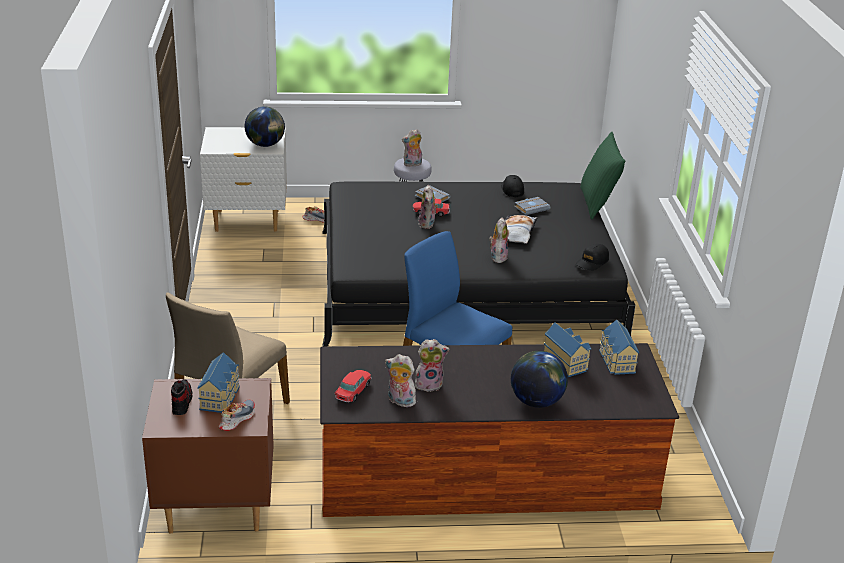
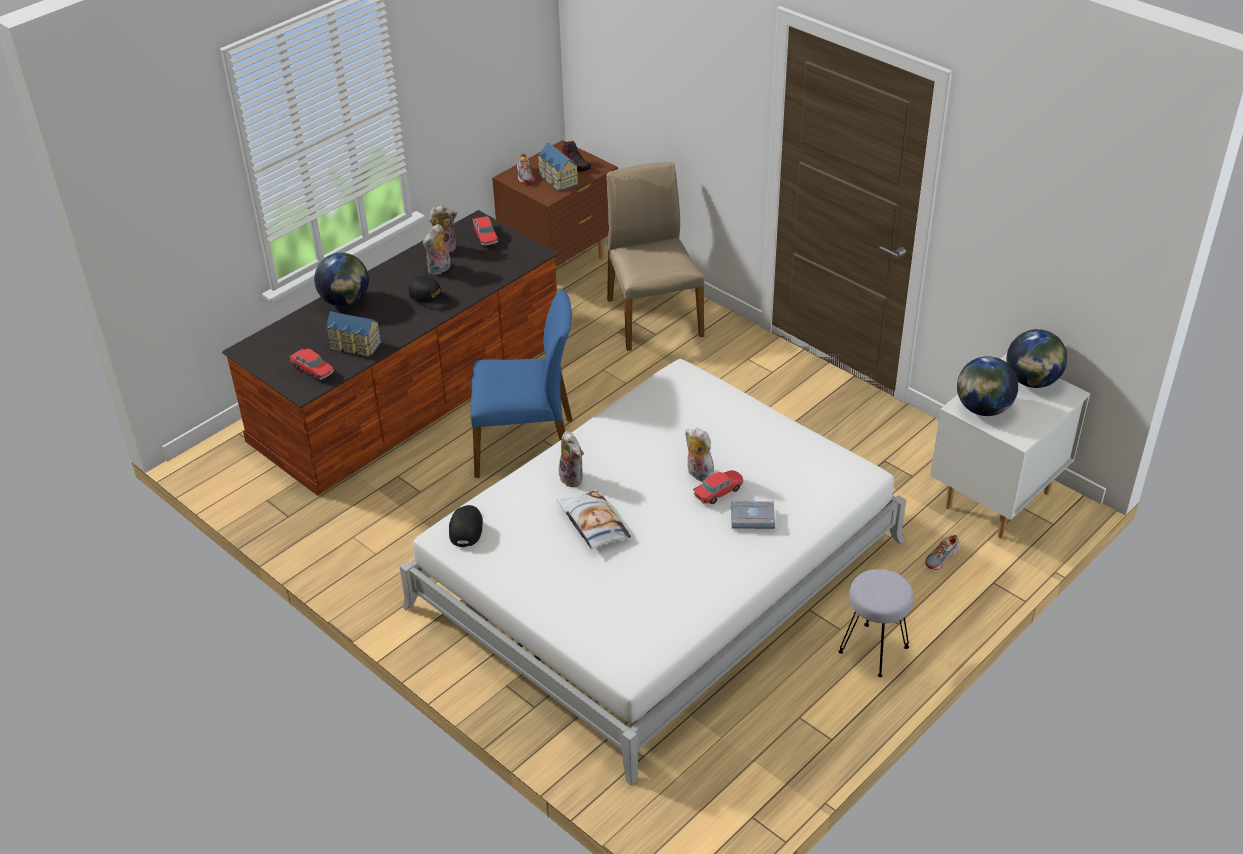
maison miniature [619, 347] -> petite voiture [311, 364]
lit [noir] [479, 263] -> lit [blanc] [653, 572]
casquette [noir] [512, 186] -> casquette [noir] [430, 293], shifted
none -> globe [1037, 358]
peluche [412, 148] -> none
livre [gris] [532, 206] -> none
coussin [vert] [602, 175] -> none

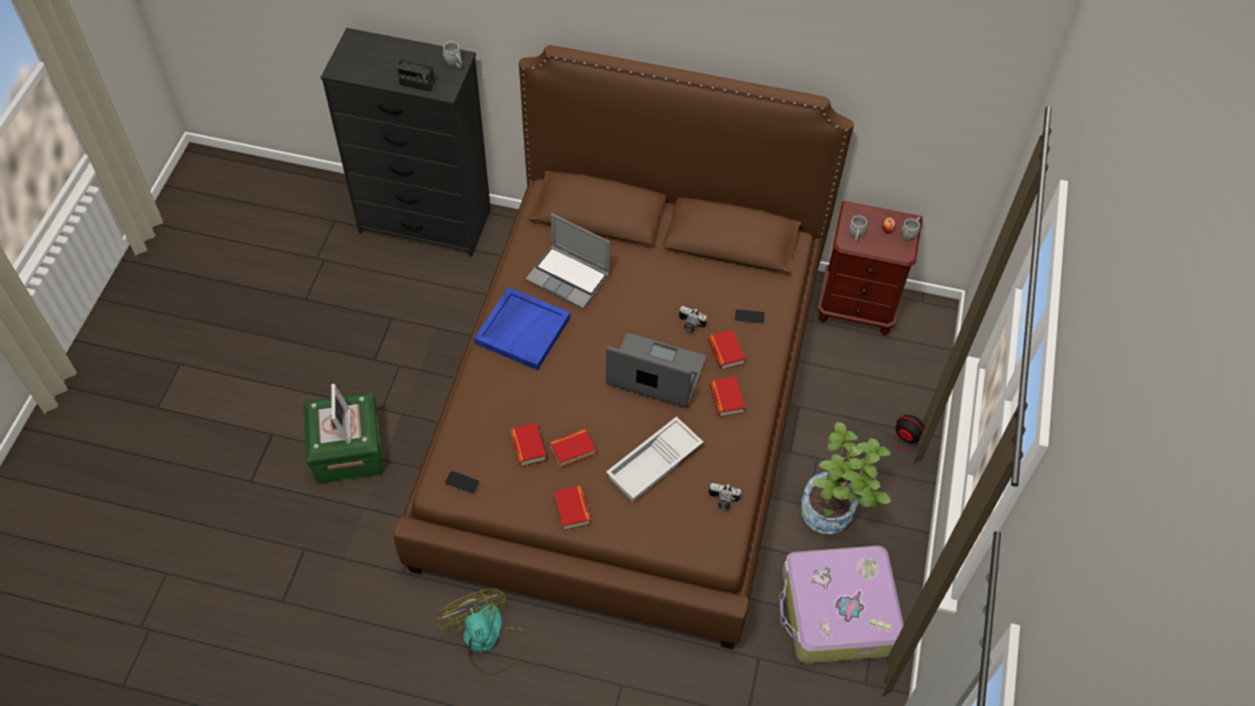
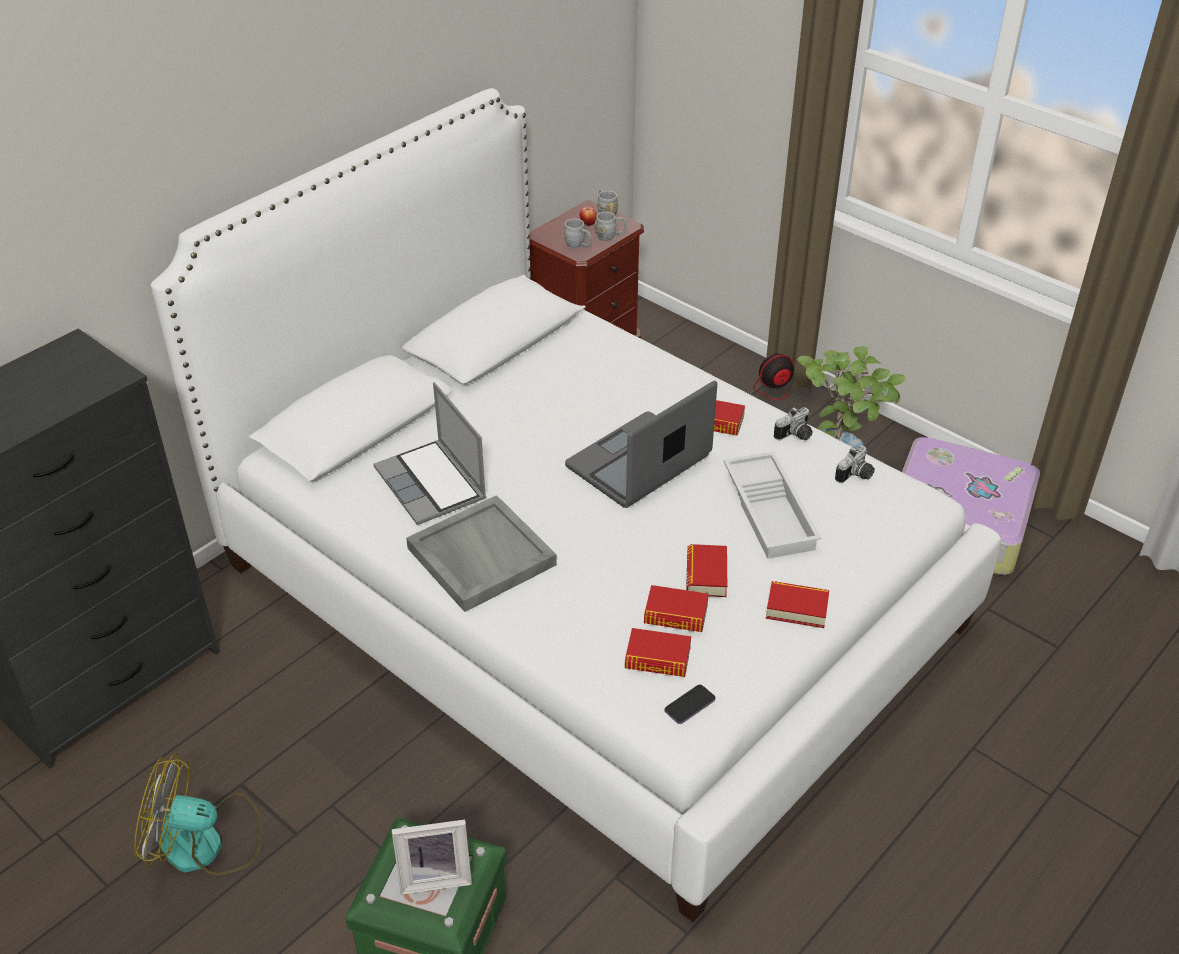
ventilateur [484, 632] -> ventilateur [198, 814], shifted
lit [marron] [624, 347] -> lit [blanc] [576, 505]
ordinateur portable [567, 261] -> ordinateur portable [429, 453], 90 degrees clockwise
cadre photo [340, 414] -> cadre photo [432, 857], 150 degrees clockwise
plateau [bleu] [522, 328] -> plateau [gris] [481, 553]
mug [gris] [452, 54] -> mug [gris] [611, 226], shifted
livre [726, 350] -> livre [658, 652], shifted
appareil photo [693, 319] -> appareil photo [793, 423], shifted
radio [416, 72] -> none
téléphone [750, 316] -> none

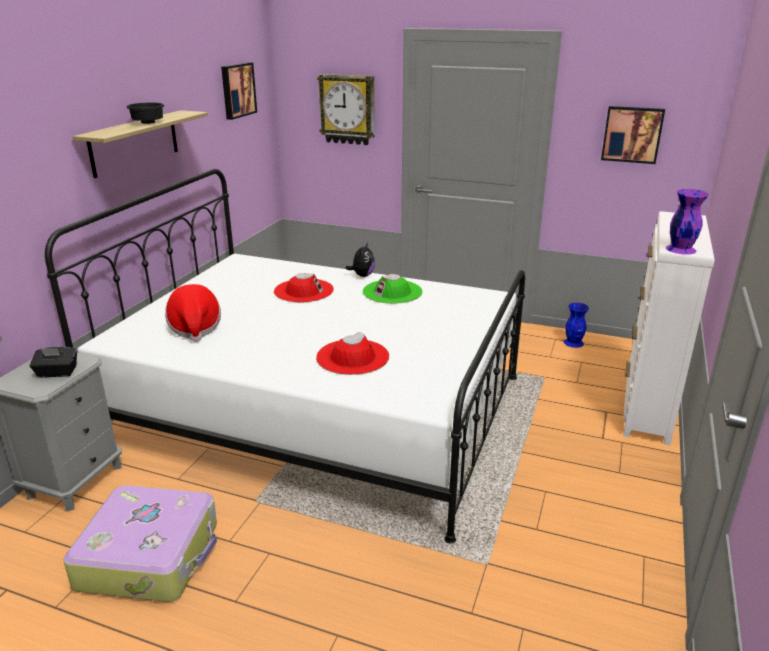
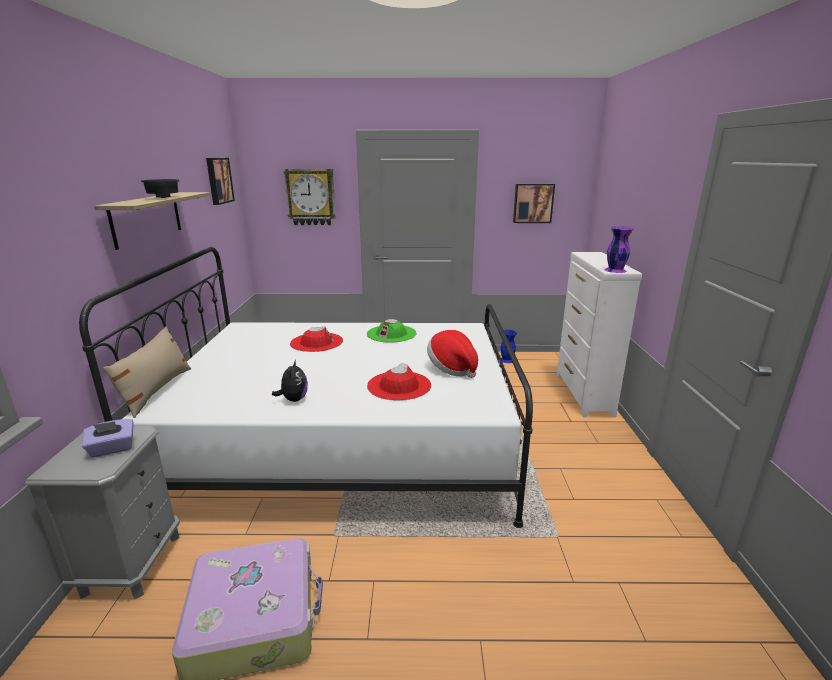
boîte à mouchoirs [noir] [53, 362] -> boîte à mouchoirs [violet] [107, 438]
none -> coussin [beige] [147, 372]
peluche [360, 259] -> peluche [290, 381], shifted
chapeau [193, 313] -> chapeau [452, 354], shifted

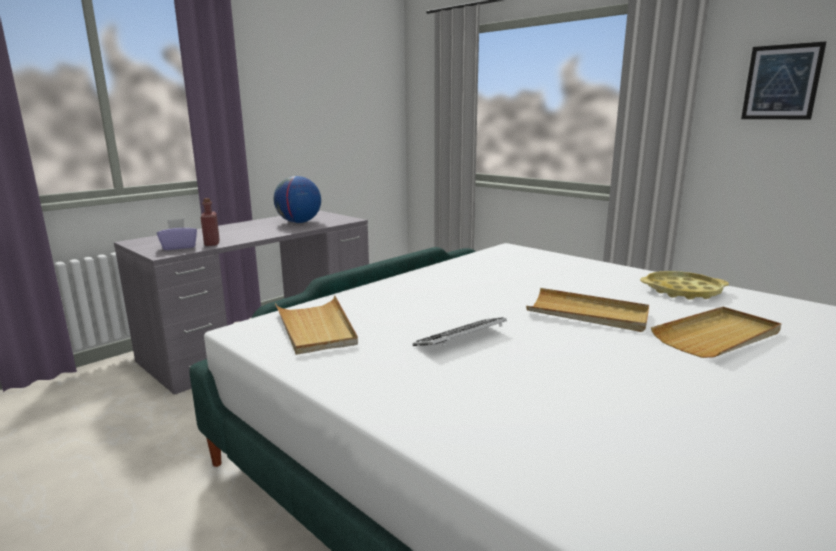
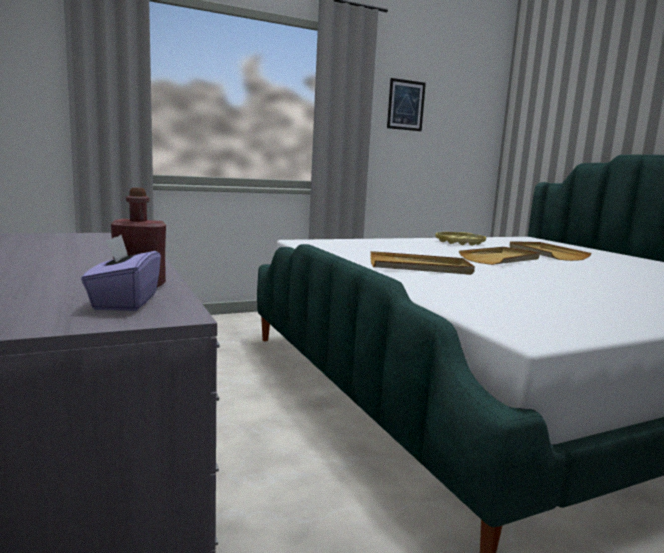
plateau [beige] [316, 325] -> plateau [beige] [422, 263], shifted
globe [297, 199] -> none
clavier [460, 331] -> none

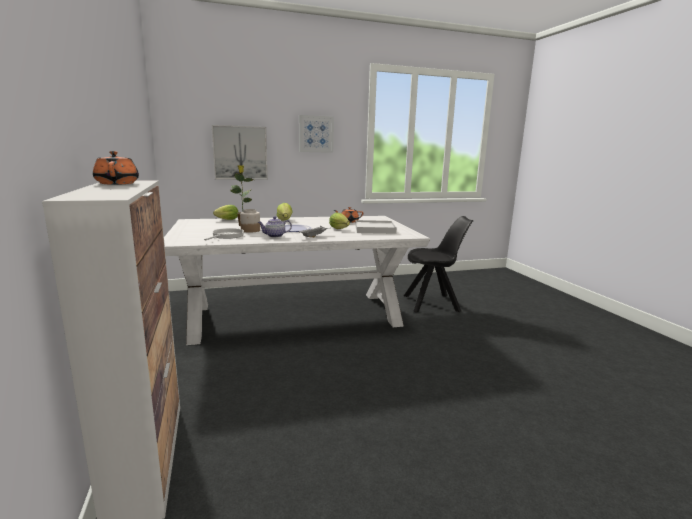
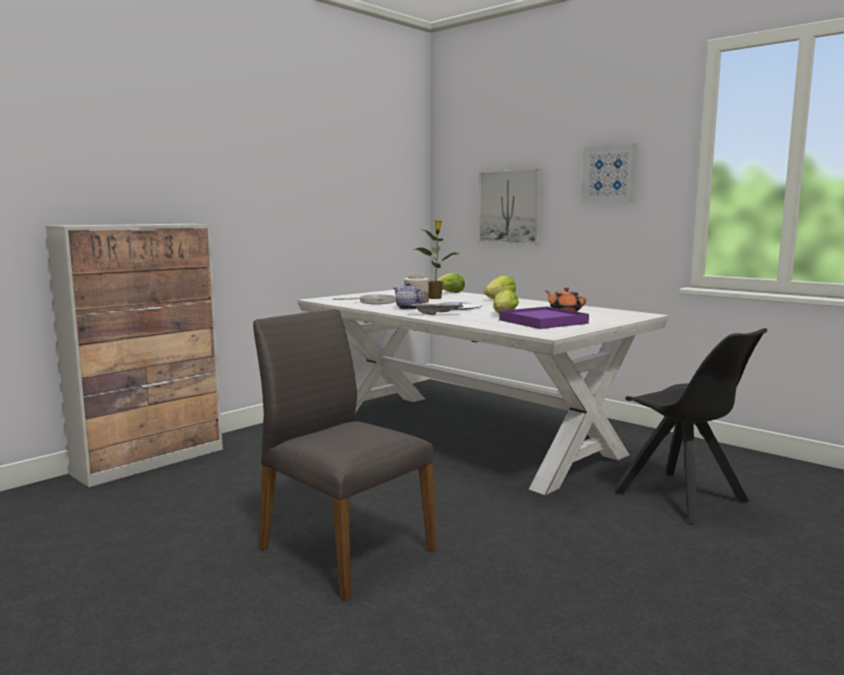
none -> chaise [gris] [345, 455]
plateau [blanc] [376, 227] -> plateau [violet] [544, 318]
théière [orange] [116, 168] -> none

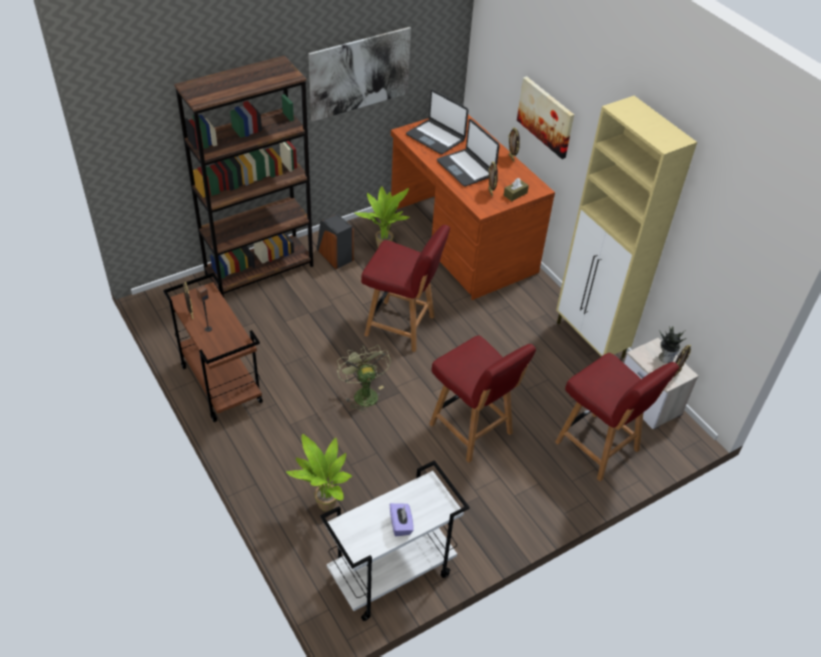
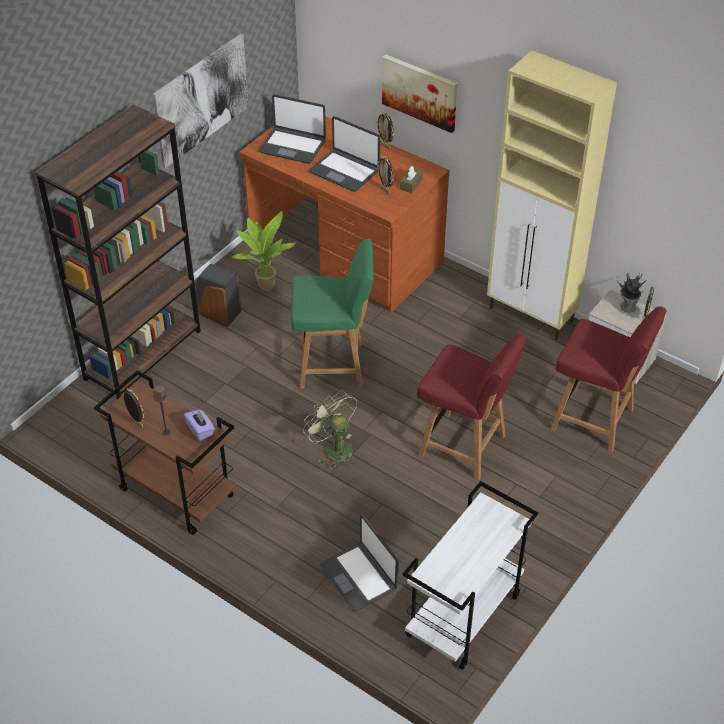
boîte à mouchoirs [violet] [402, 519] -> boîte à mouchoirs [violet] [199, 425], shifted
chaise [rouge] [405, 288] -> chaise [vert] [332, 313]
plante en pot [319, 472] -> ordinateur portable [359, 563]

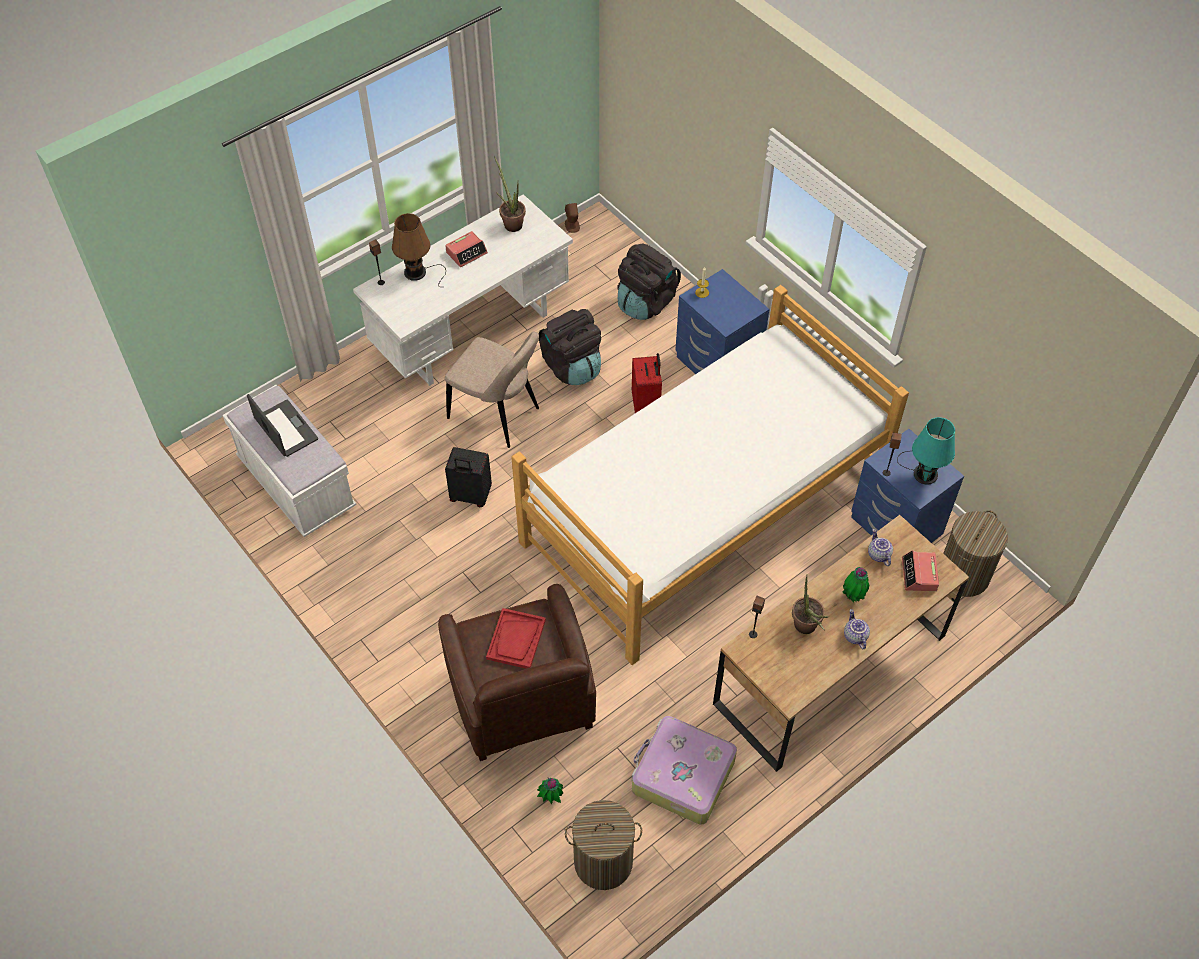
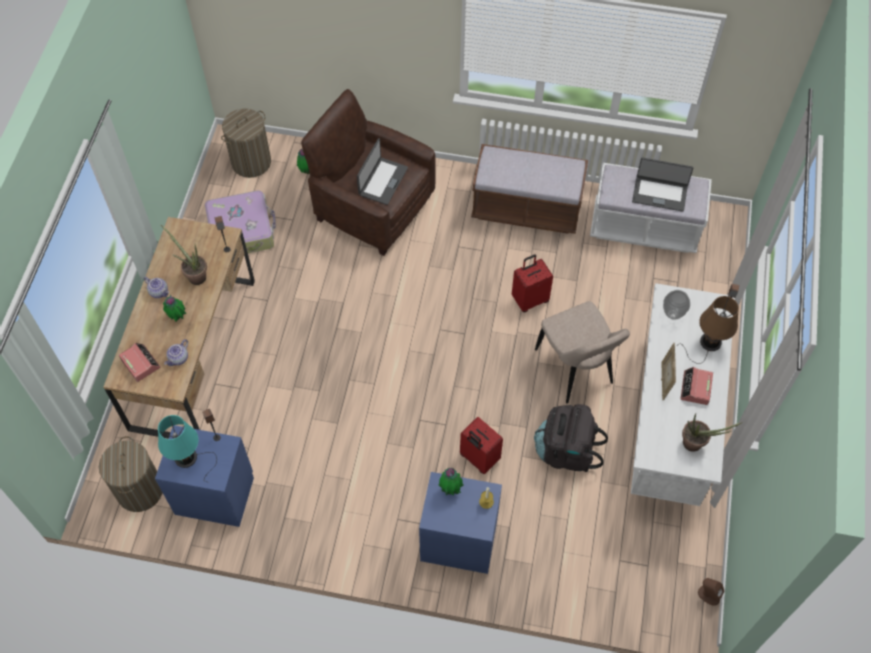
théière [880, 547] -> théière [176, 352], 90 degrees clockwise
plateau [rouge] [516, 638] -> ordinateur portable [382, 171]
none -> plante en pot [451, 481]
none -> banc [marron] [529, 189]
valise [noir] [468, 477] -> valise [rouge] [532, 283]
chaise [beige] [492, 390] -> chaise [beige] [582, 352], 105 degrees counterclockwise
none -> cadre photo [668, 372]
none -> vase [676, 304]
lit [710, 475] -> none
sac à dos [noir] [649, 281] -> none

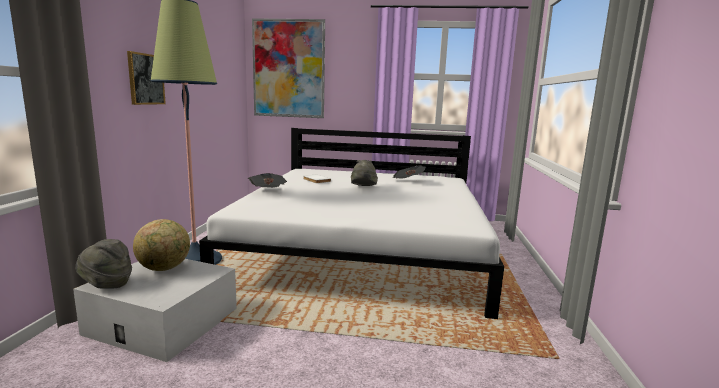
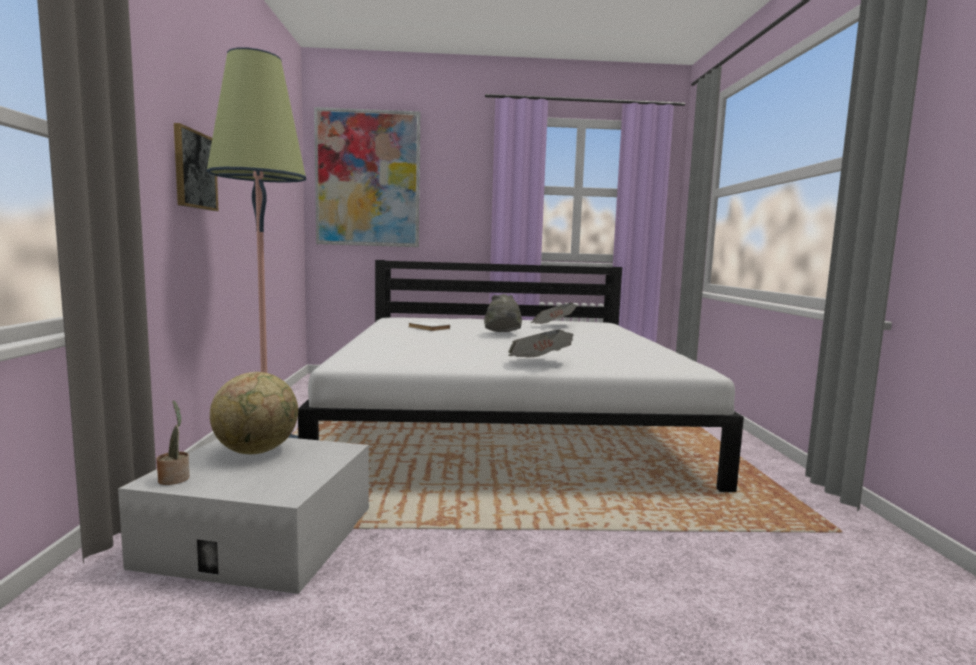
chapeau [gris] [103, 263] -> plante en pot [172, 442]
journal [267, 180] -> journal [541, 344], shifted

